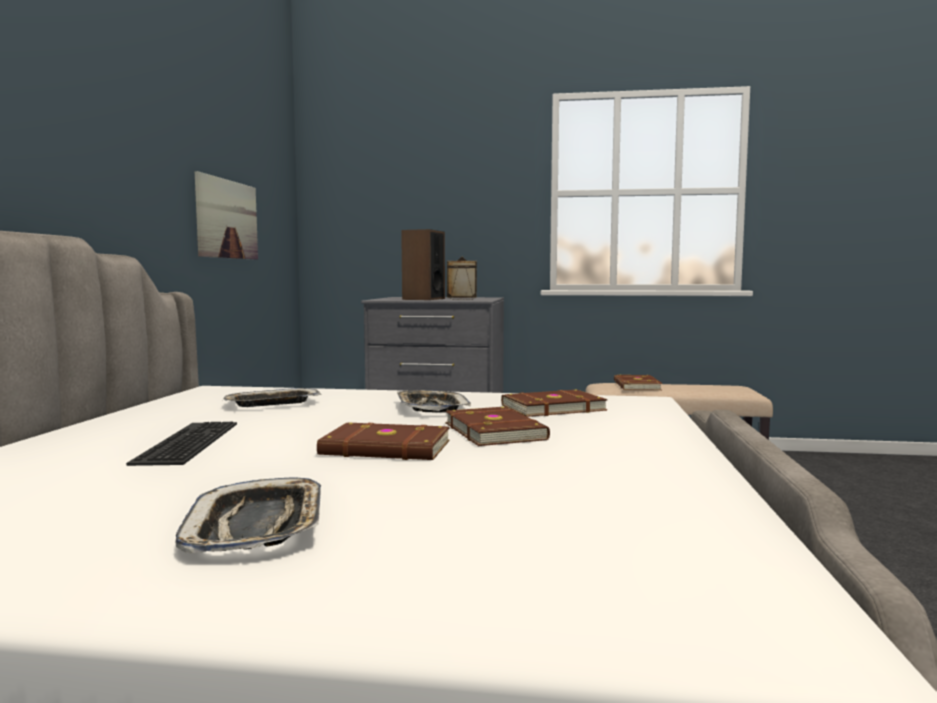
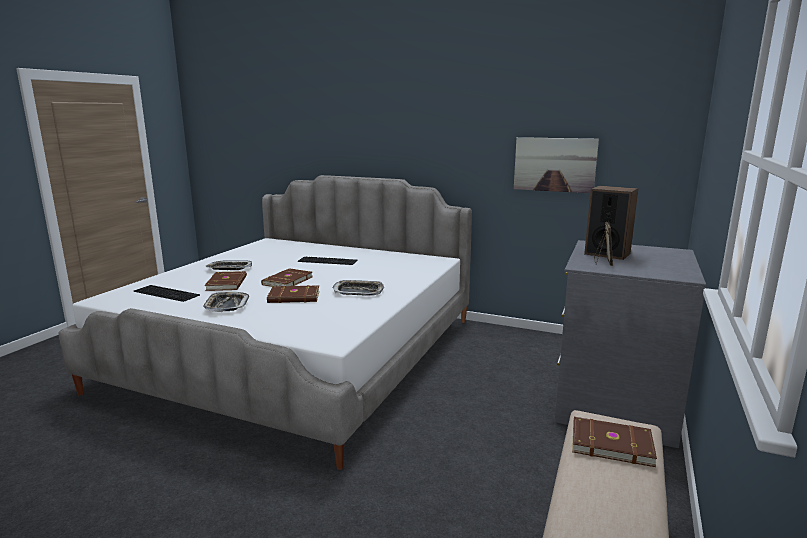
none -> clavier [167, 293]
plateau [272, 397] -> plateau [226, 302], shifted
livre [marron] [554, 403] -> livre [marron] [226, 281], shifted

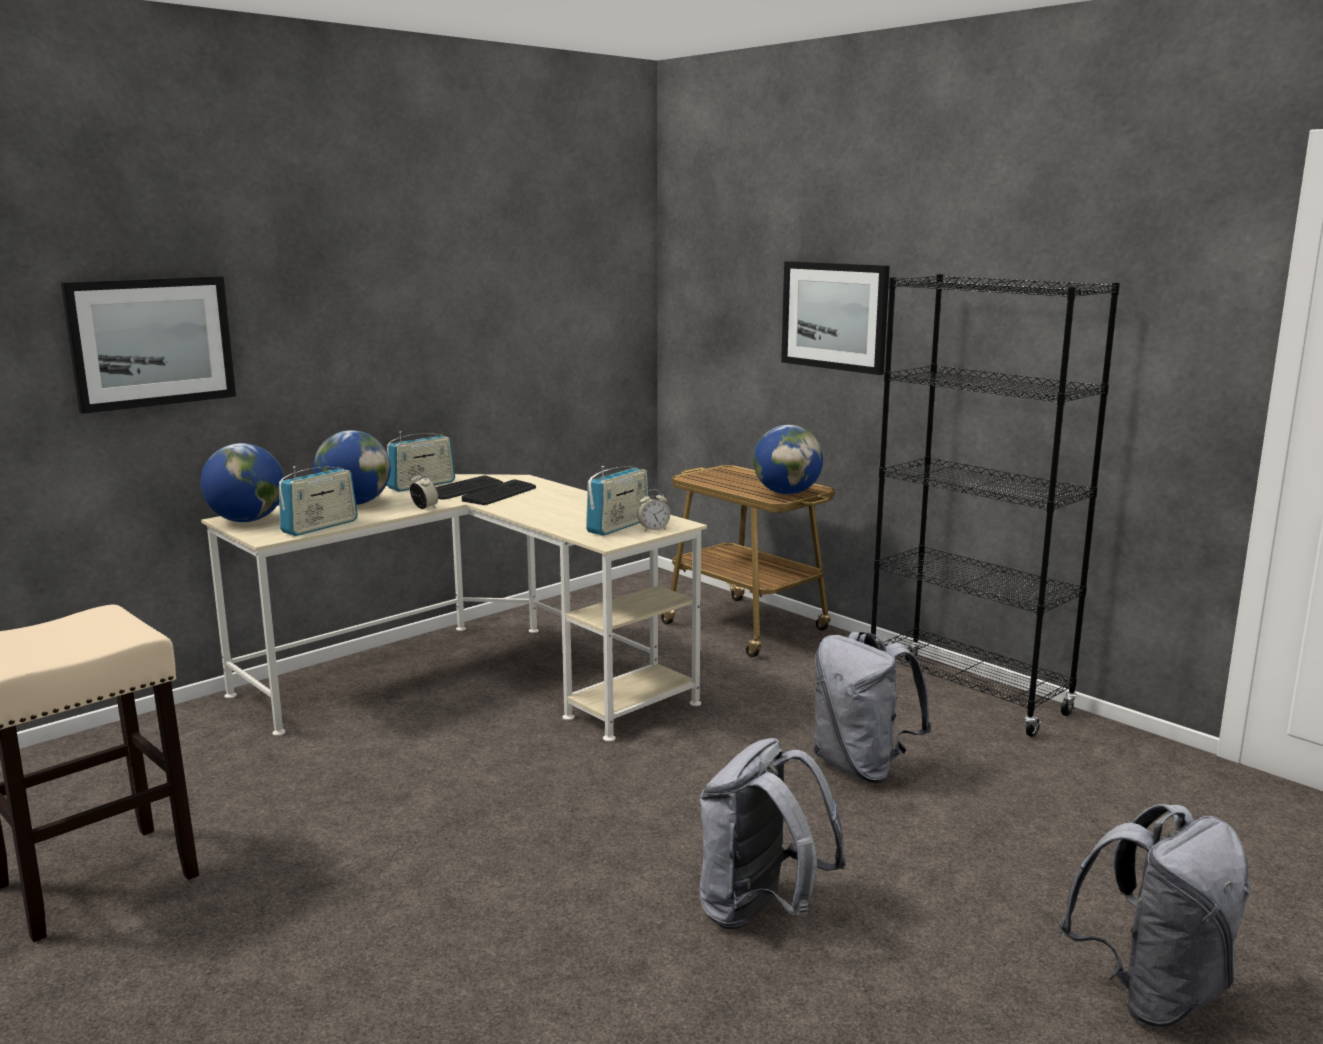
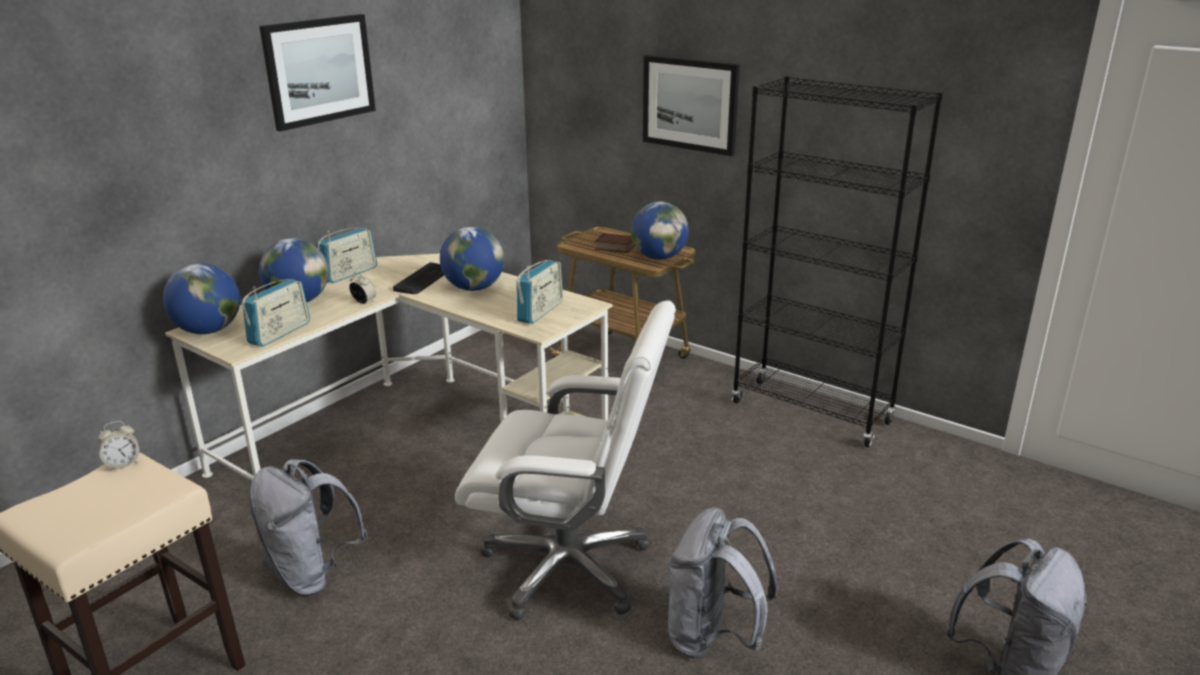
réveil [653, 511] -> réveil [118, 446], shifted
sac à dos [gris] [872, 707] -> sac à dos [gris] [308, 527], shifted
tableau [148, 345] -> tableau [317, 72], shifted
none -> globe [472, 259]
none -> chaise de bureau [blanc] [565, 460]
none -> livre [615, 243]
clavier [469, 487] -> none

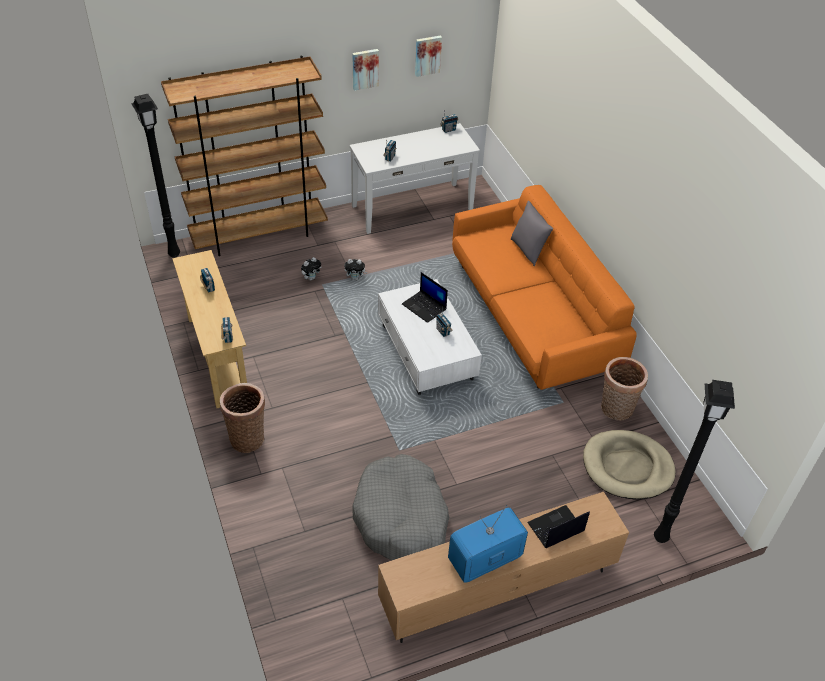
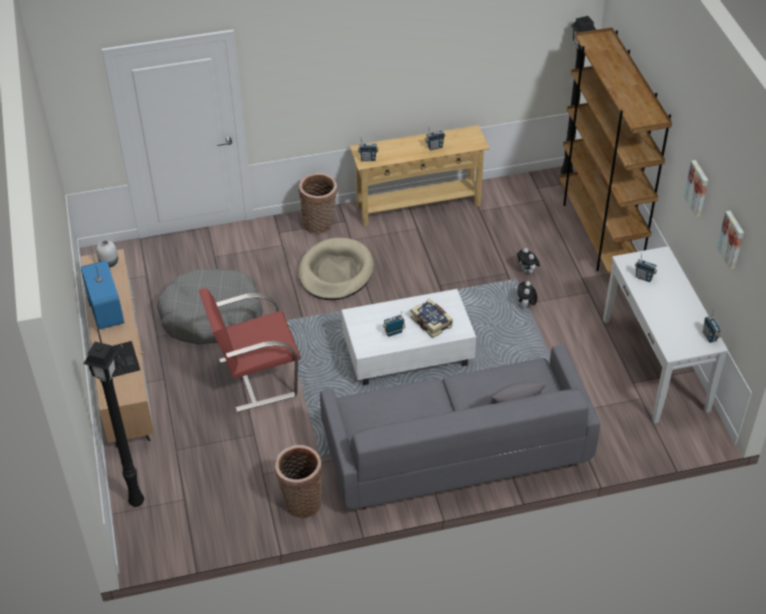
none -> vase [blanc] [107, 253]
none -> fauteuil [rouge] [249, 350]
panier pour chien [beige] [629, 465] -> panier pour chien [beige] [336, 268], shifted
canapé [orange] [544, 287] -> canapé [gris] [460, 426]
ordinateur portable [425, 297] -> livre [431, 318]

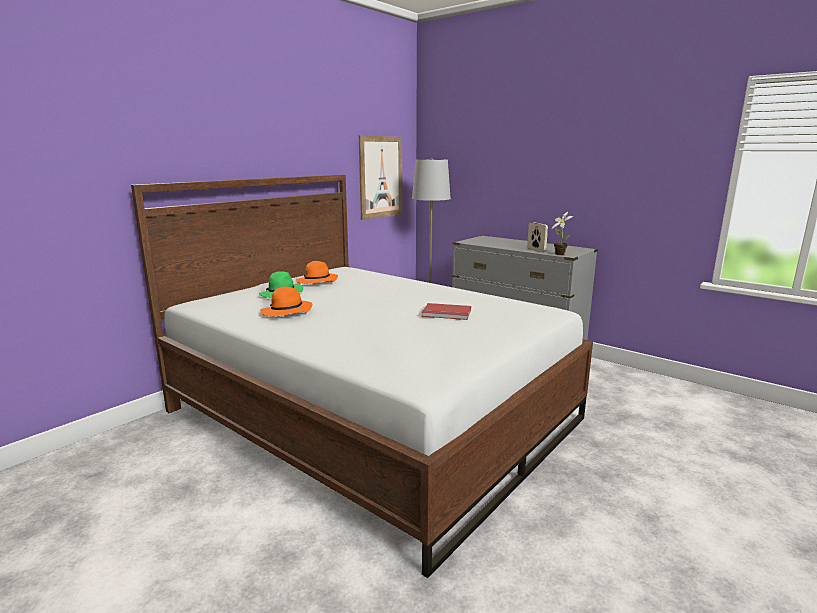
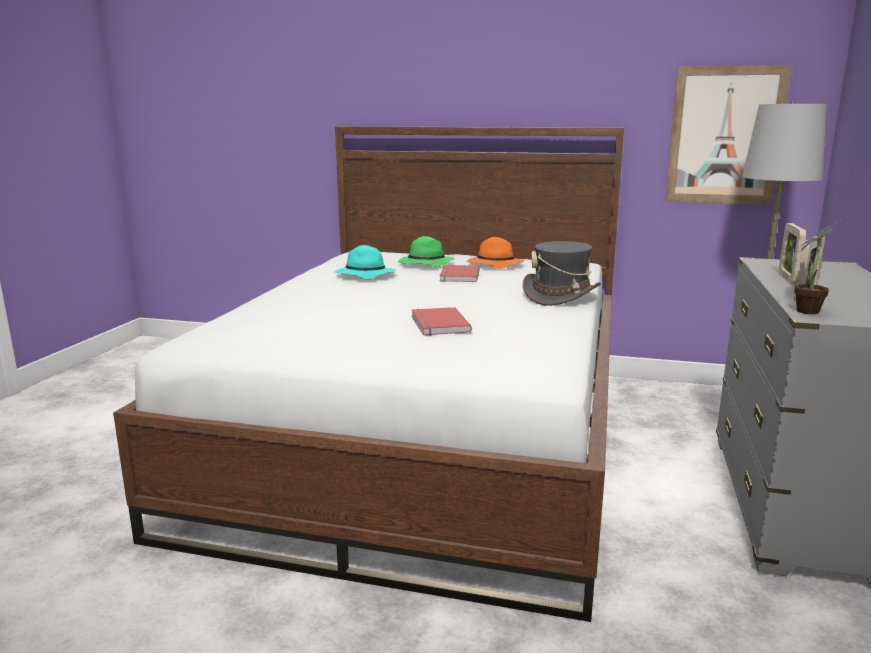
chapeau [orange] [286, 301] -> chapeau [turquoise] [365, 262]
none -> livre [rouge] [460, 273]
none -> chapeau [gris] [562, 273]
none -> cadre photo [792, 253]

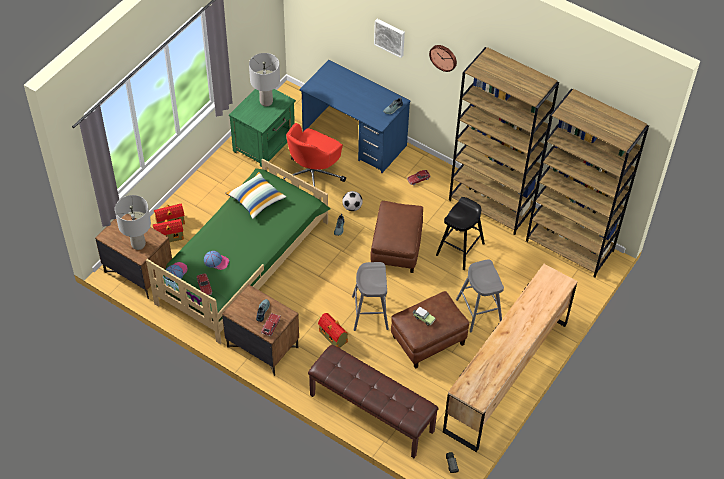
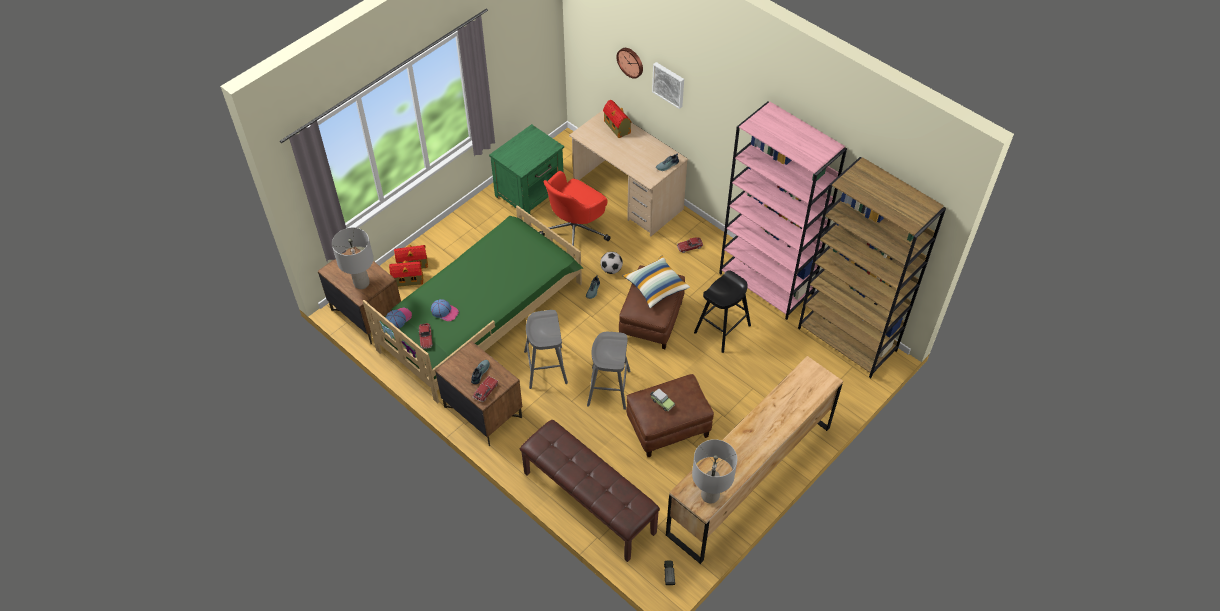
tabouret [gris] [480, 296] -> tabouret [gris] [546, 349], shifted
bureau [bleu] [355, 116] -> bureau [beige] [628, 173]
maison miniature [333, 330] -> maison miniature [617, 119], shifted
horloge murale [443, 58] -> horloge murale [629, 63], shifted
coussin [256, 195] -> coussin [656, 282], shifted
lampe de table [gris] [264, 80] -> lampe de table [gris] [714, 471], shifted
bibliothèque [marron] [504, 141] -> bibliothèque [rose] [783, 211]

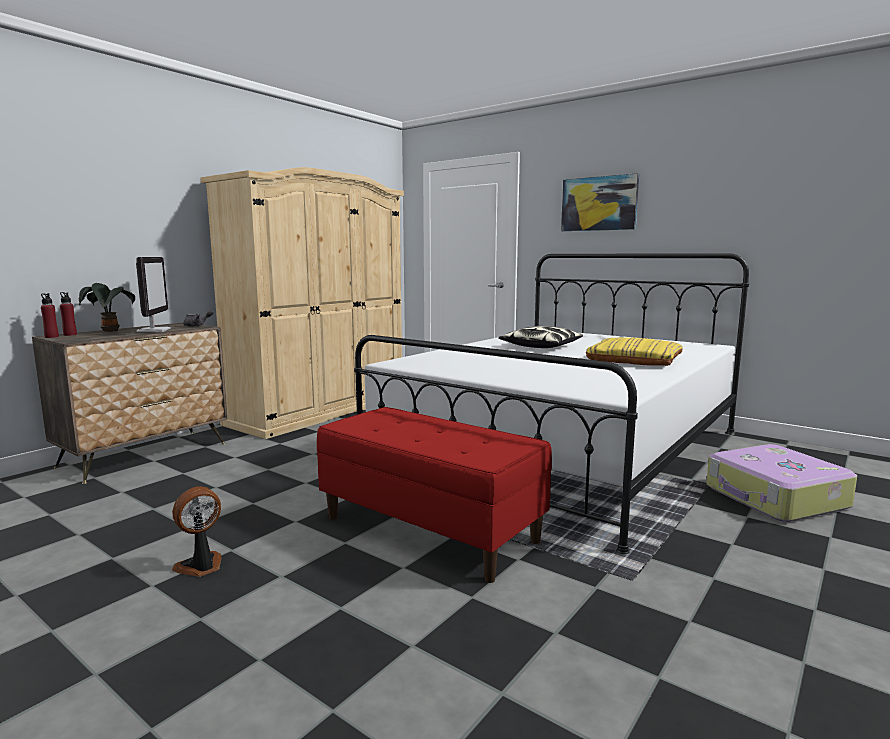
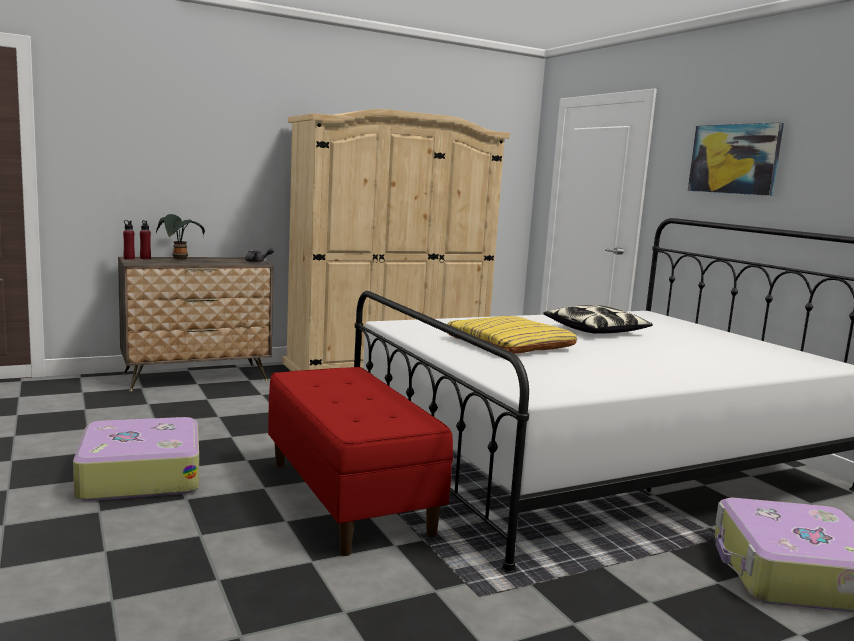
ventilateur [197, 531] -> valise [136, 459]
coussin [jaune] [634, 352] -> coussin [jaune] [512, 335], shifted
écran d'ordinateur [153, 294] -> none

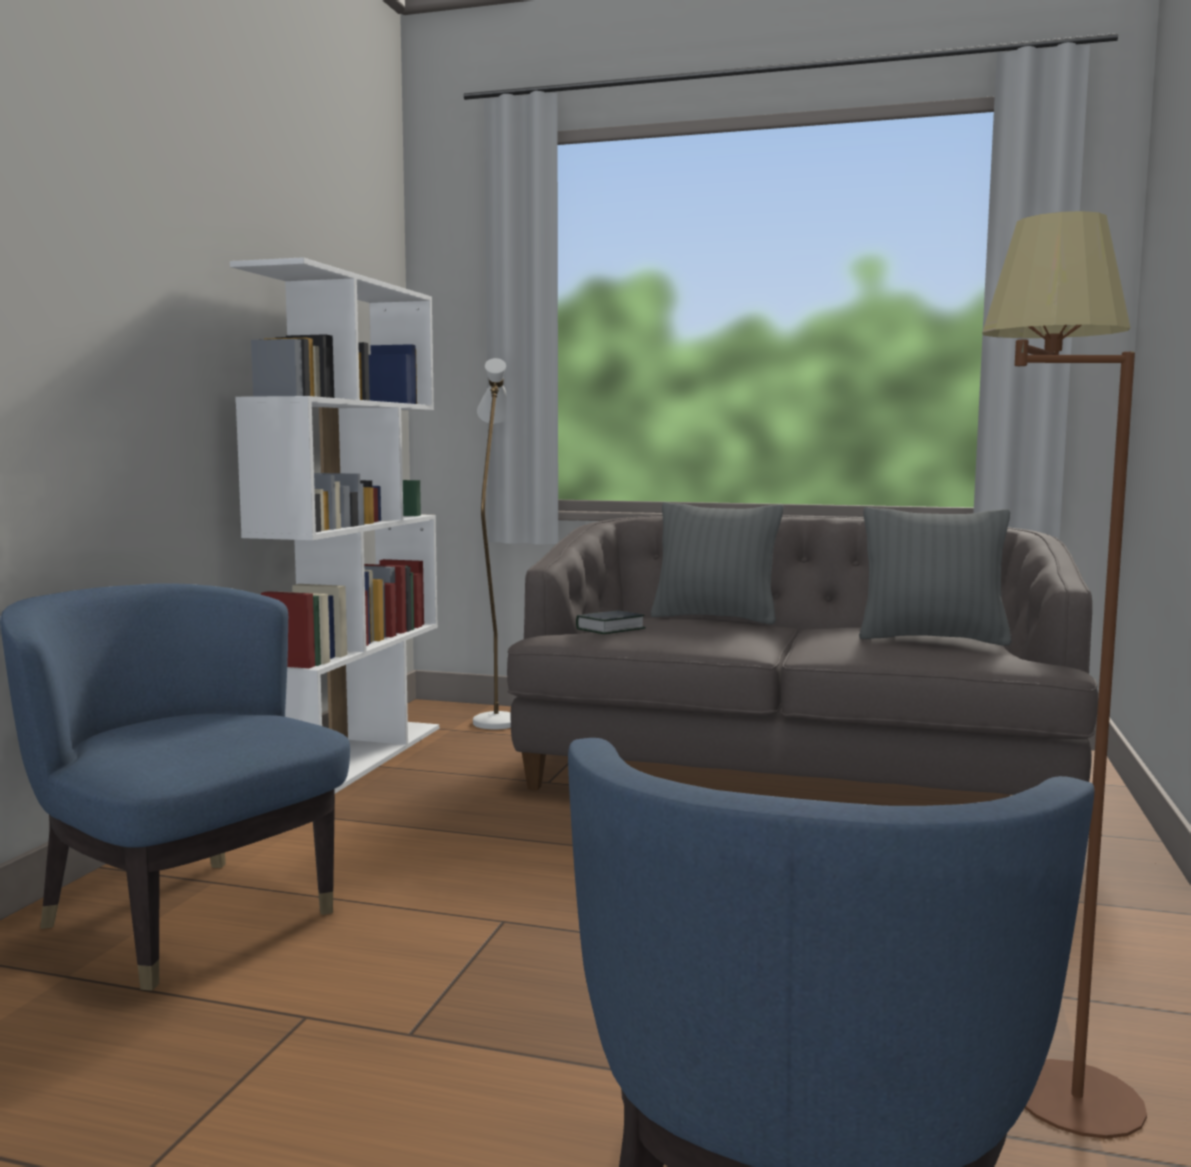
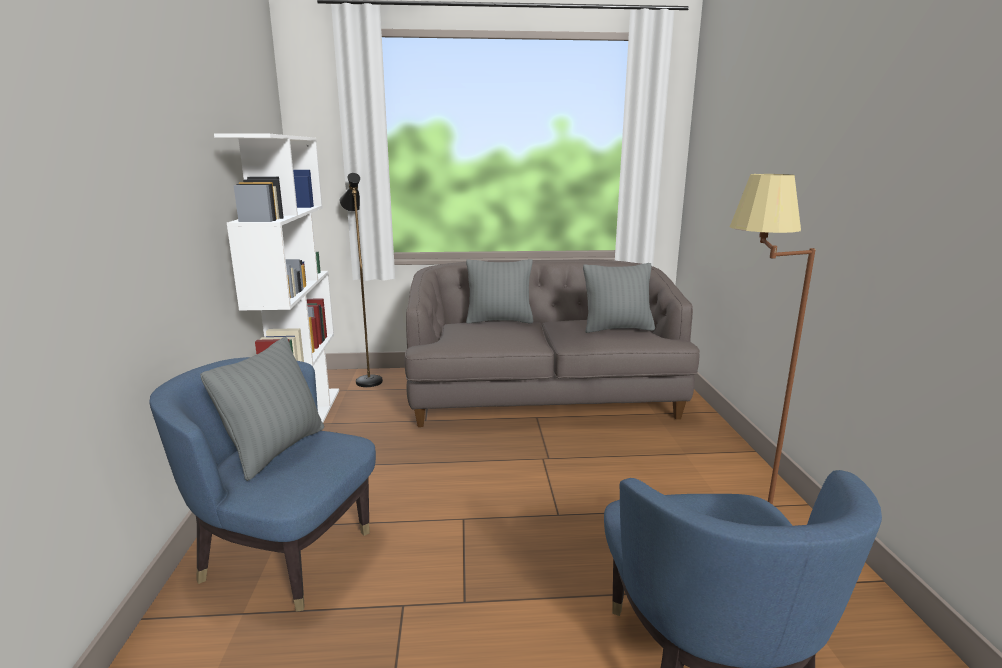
none -> coussin [gris] [262, 409]
lampadaire [blanc] [492, 544] -> lampadaire [noir] [361, 280]
livre [610, 622] -> none

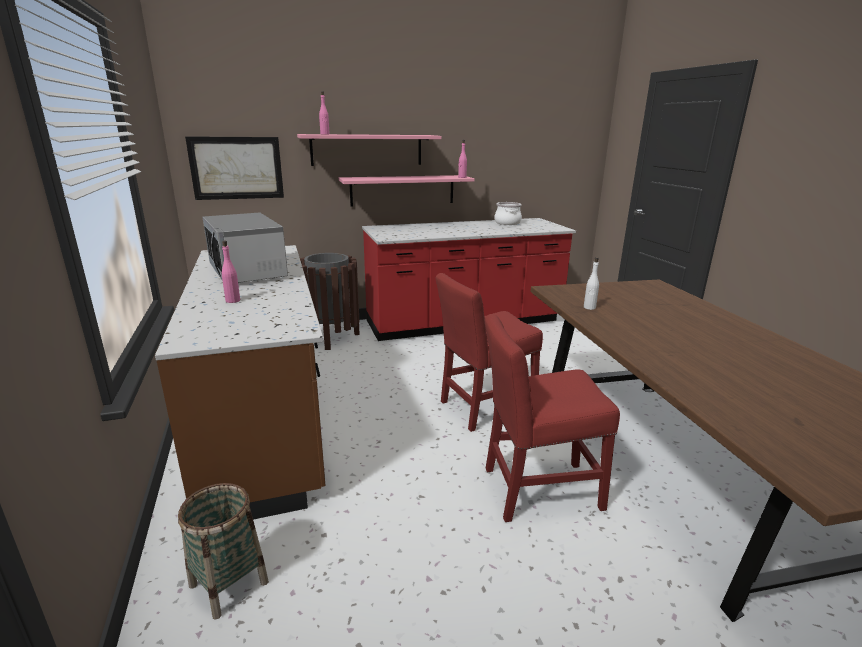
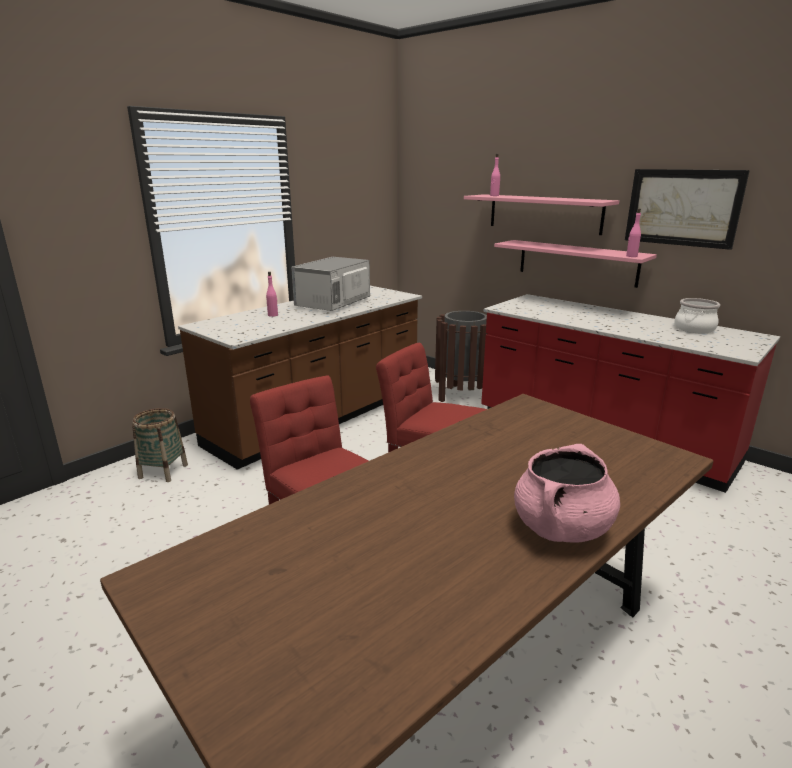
none -> marmite [rose] [567, 493]
tableau [234, 168] -> tableau [687, 209], shifted
bouteille [blanc] [591, 283] -> none

